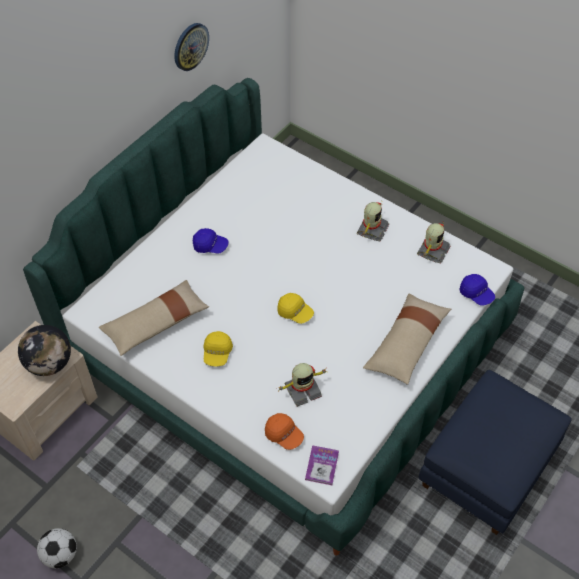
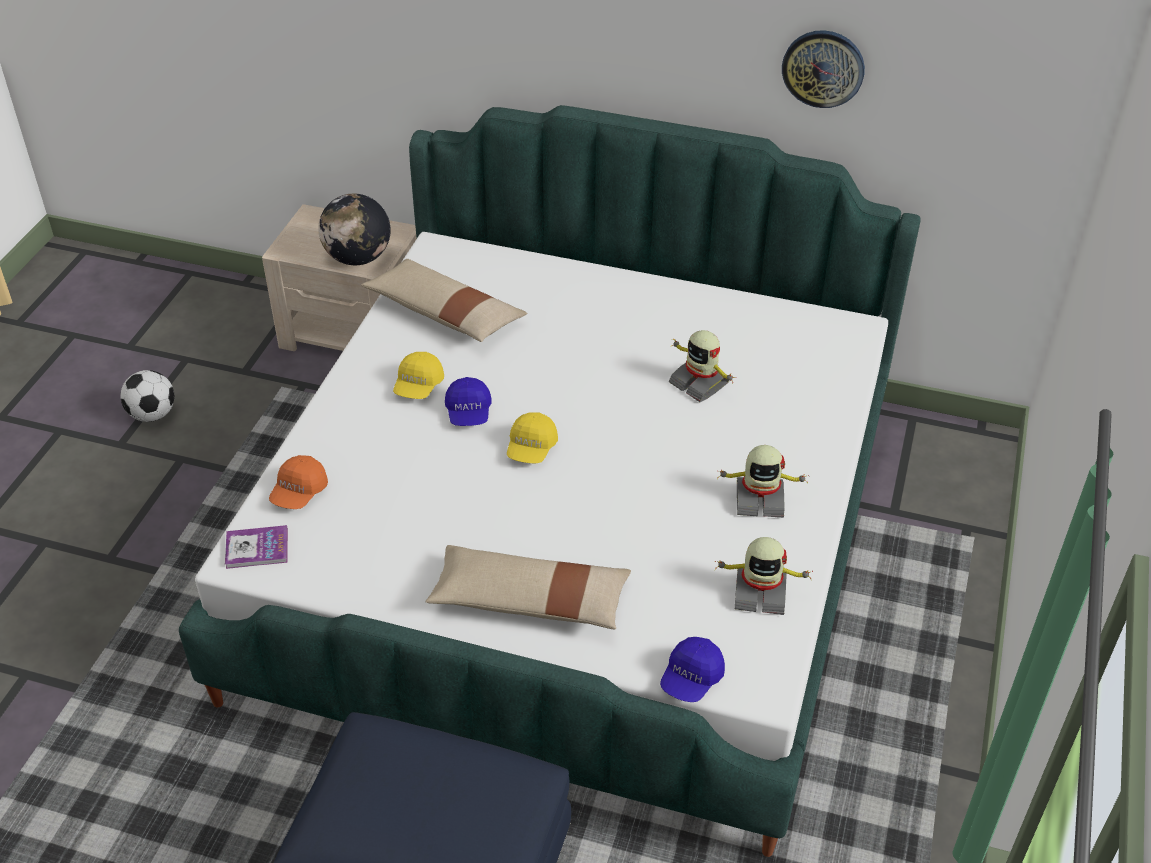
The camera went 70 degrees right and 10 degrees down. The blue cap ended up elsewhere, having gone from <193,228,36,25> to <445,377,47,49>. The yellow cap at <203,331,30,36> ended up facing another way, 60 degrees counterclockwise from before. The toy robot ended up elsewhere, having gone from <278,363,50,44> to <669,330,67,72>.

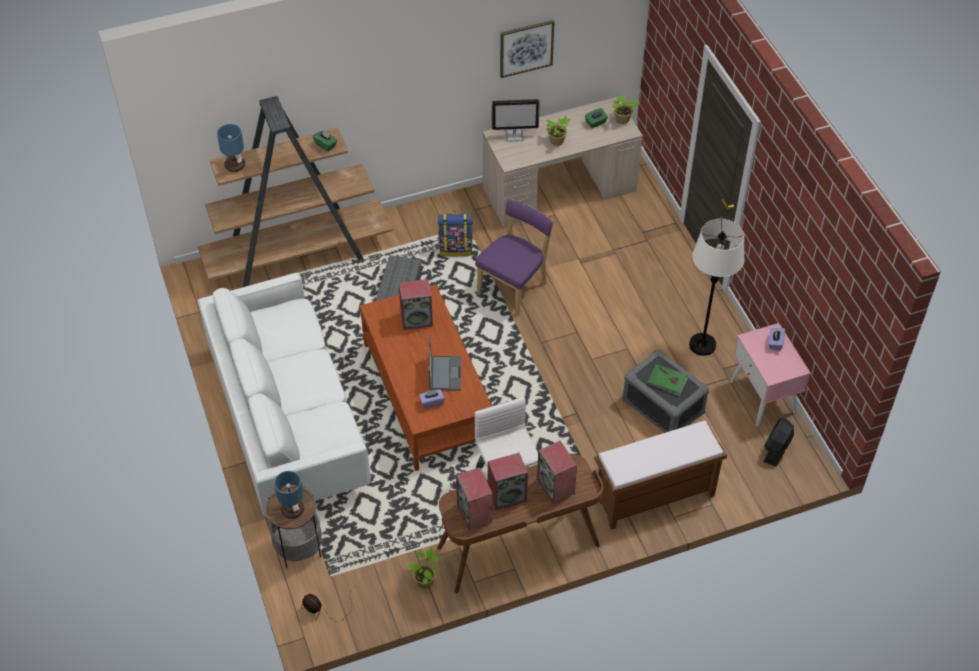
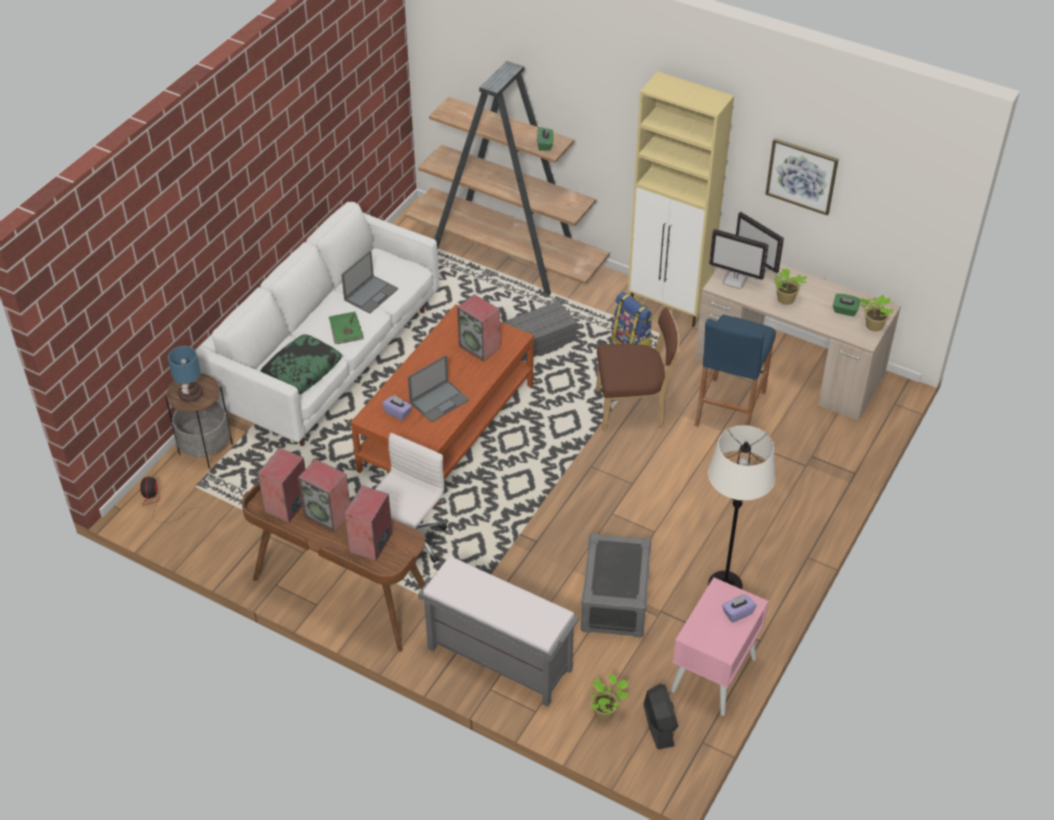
The camera went 50 degrees right and 5 degrees down. The second view lost the table lamp at <217,124,28,48>. The potted plant ended up elsewhere, having gone from <408,547,31,42> to <589,674,40,47>. What was the purple chair at <475,199,79,117> turned into the brown chair at <596,307,84,124>. What was the brown bench at <594,420,133,110> turned into the grey bench at <418,556,161,151>. The green book ended up elsewhere, having gone from <647,364,41,32> to <329,312,35,32>. The black fan at <763,418,31,49> ended up facing another way, 90 degrees clockwise from before. The second view gained the pillow at <260,334,82,60>. The second view gained the laptop at <341,250,57,63>. The second view gained the beige cabinet at <628,71,106,256>. The second view gained the blue stool at <695,315,81,112>. The second view gained the monitor at <709,229,60,60>.

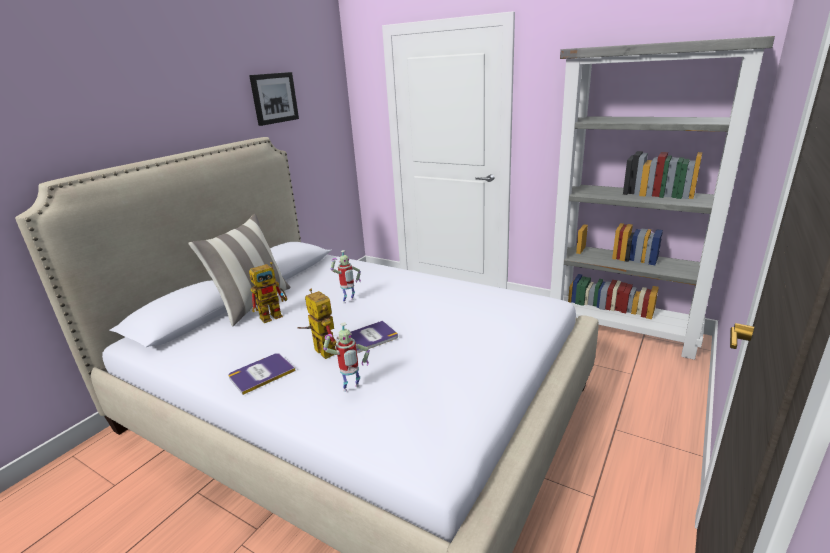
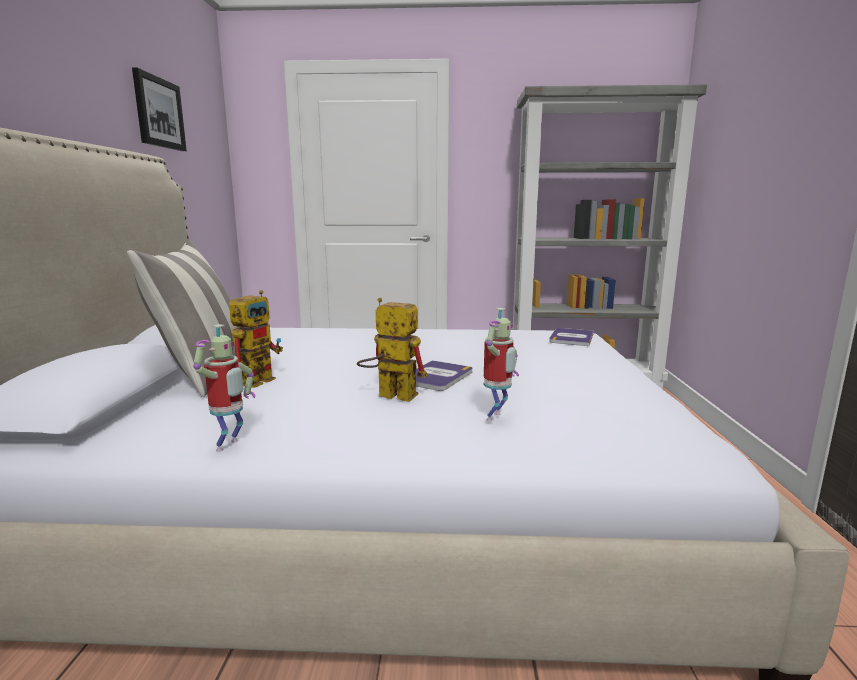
The camera went 30 degrees left and 10 degrees down. The book ended up elsewhere, having gone from <228,353,68,42> to <549,328,45,18>. The toy robot ended up elsewhere, having gone from <331,250,30,54> to <193,324,63,128>.

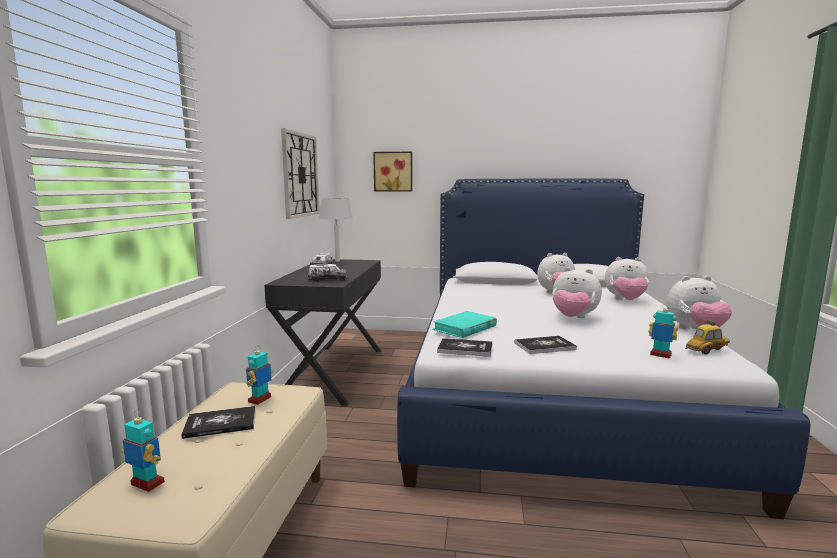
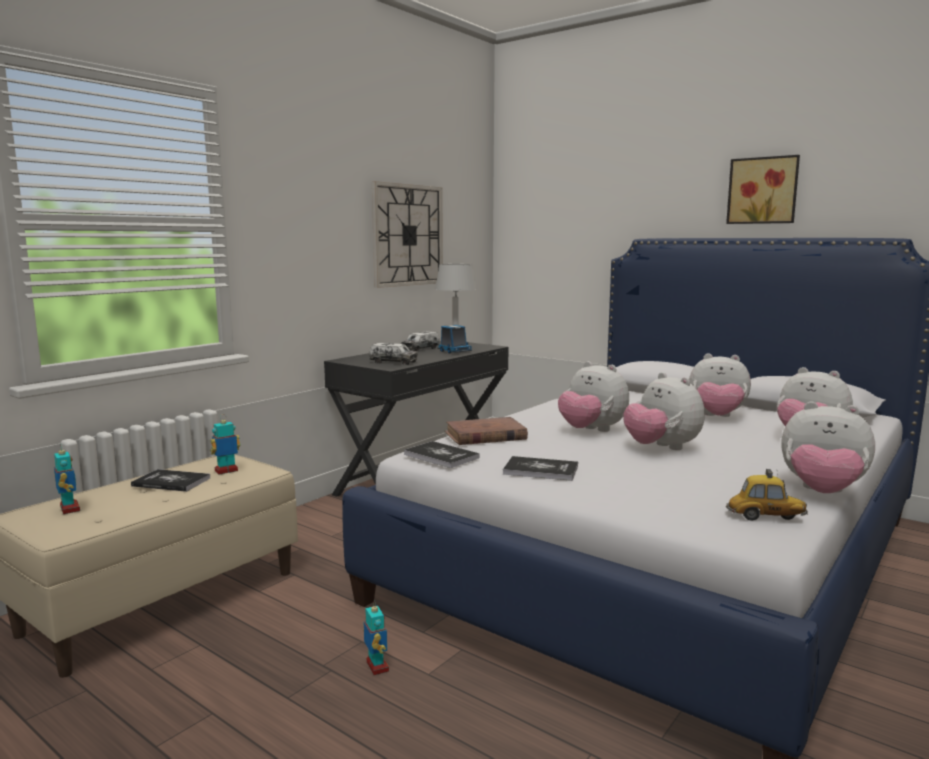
The camera went 30 degrees right and 0 degrees up. The picture ended up elsewhere, having gone from <373,152,39,39> to <726,155,74,69>. What was the turquoise book at <432,311,65,27> turned into the brown book at <445,417,83,28>. The toy robot ended up elsewhere, having gone from <649,304,29,55> to <363,600,26,75>. The second view gained the toy truck at <437,325,35,28>. The second view gained the plush toy at <558,361,71,71>.

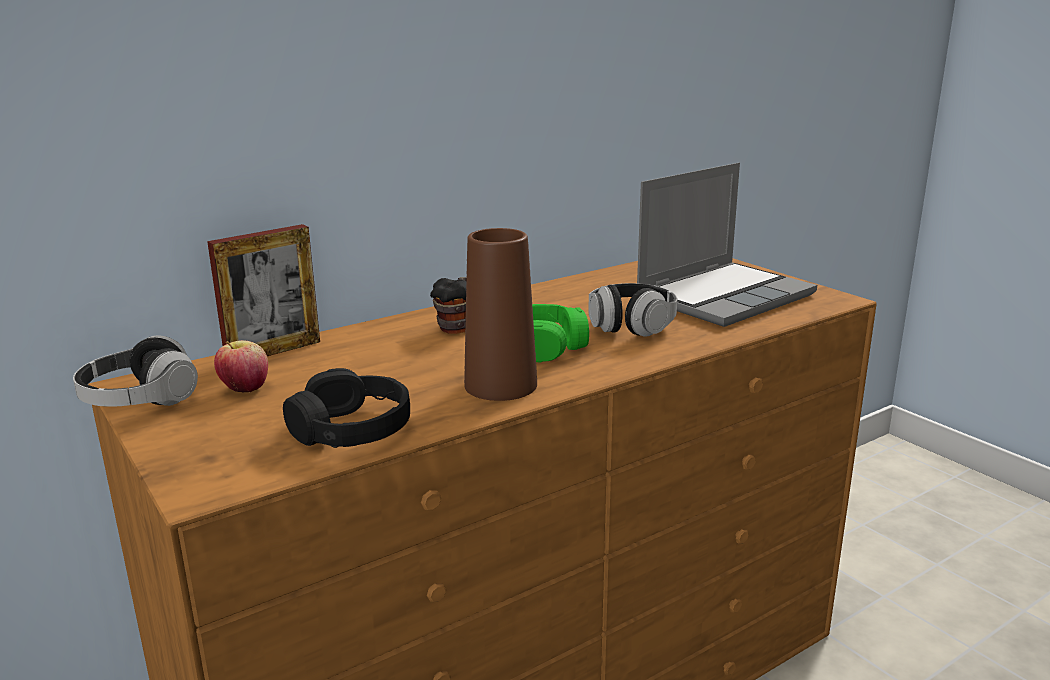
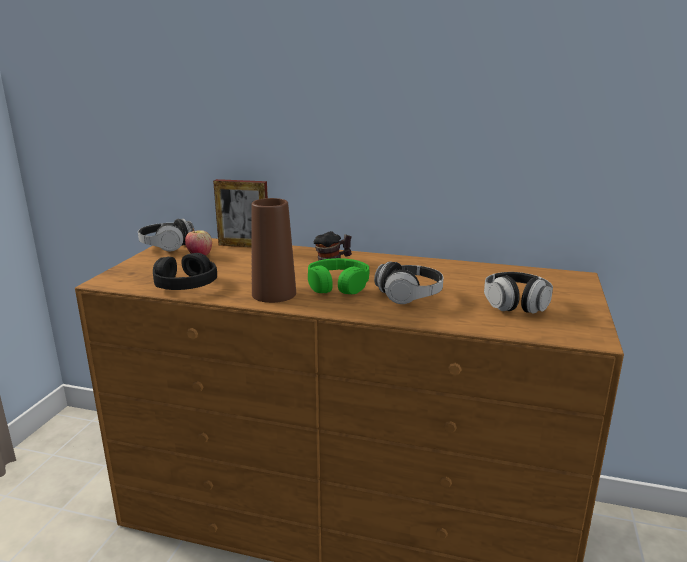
The camera went 50 degrees right and 0 degrees up. Where the laptop stood at <637,163,180,164>, the headphones came to stand at <484,272,69,42>.

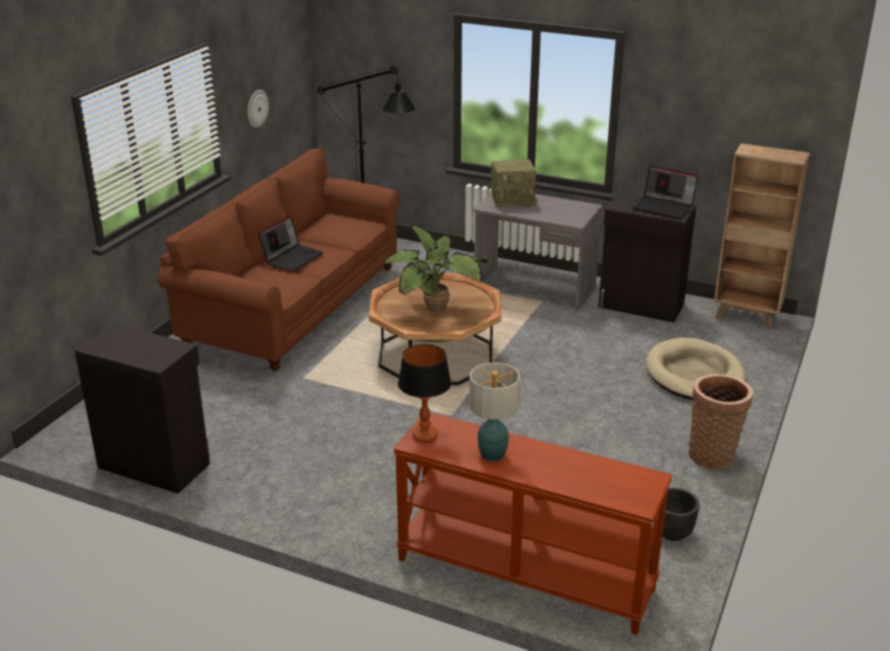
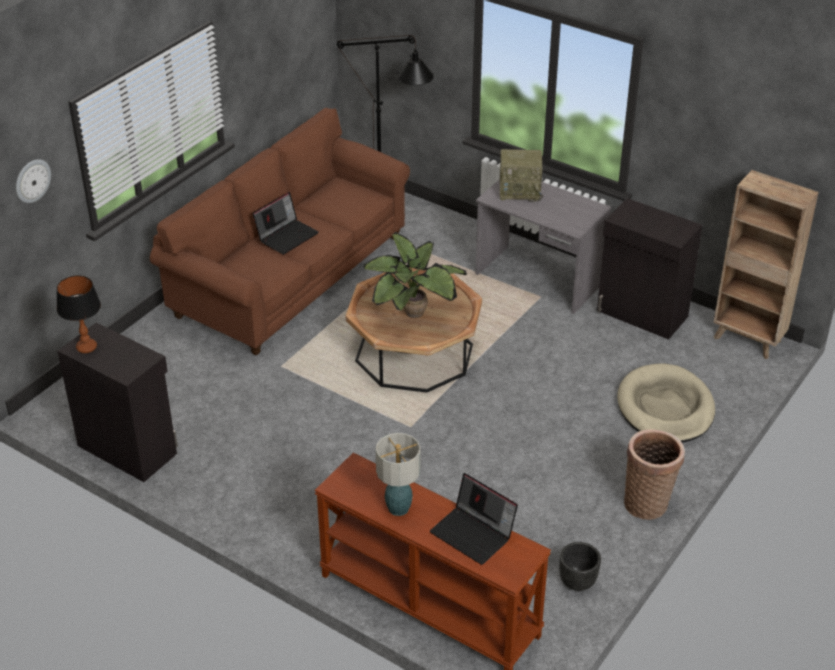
The camera went 10 degrees right and 10 degrees up. The wall clock ended up elsewhere, having gone from <248,90,21,38> to <16,159,35,44>. The table lamp ended up elsewhere, having gone from <398,344,53,99> to <57,275,44,78>. The laptop ended up elsewhere, having gone from <632,166,66,53> to <430,473,88,92>.

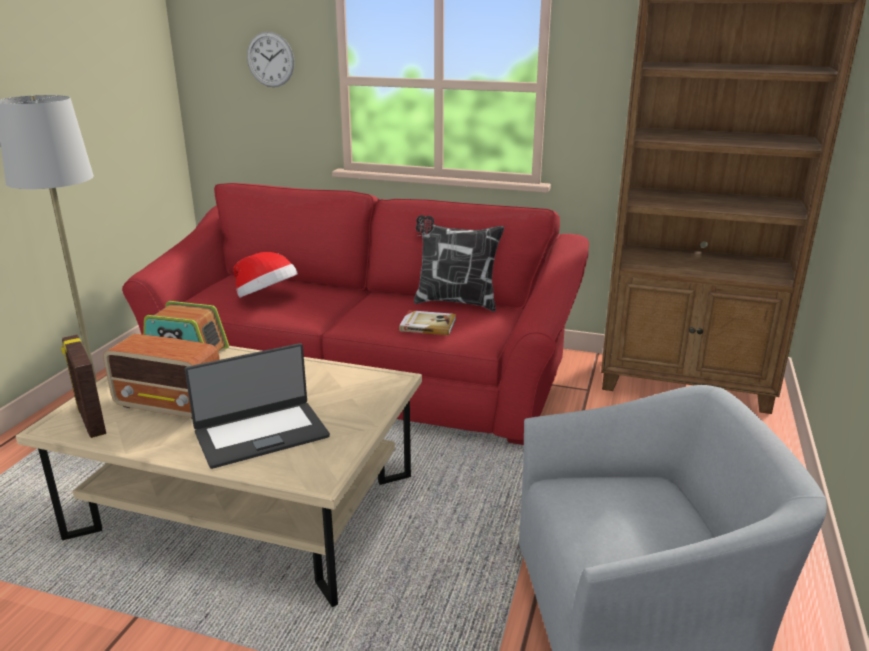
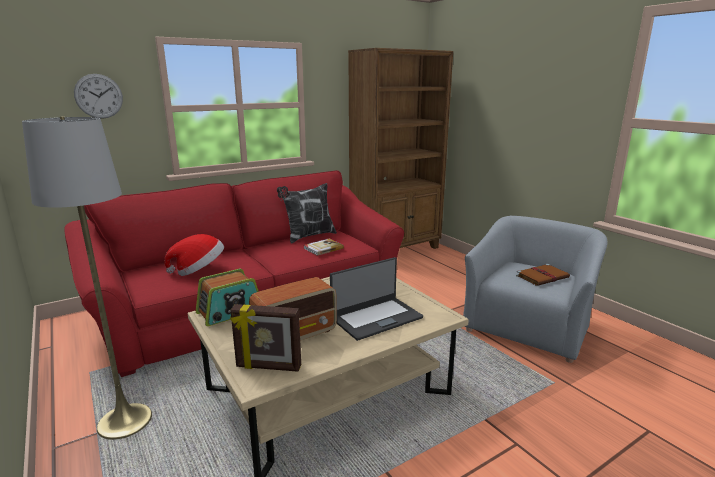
The camera went 50 degrees left and 5 degrees down. The laptop at <185,343,145,126> ended up facing another way, 45 degrees clockwise from before. The second view gained the brown book at <516,264,54,22>.

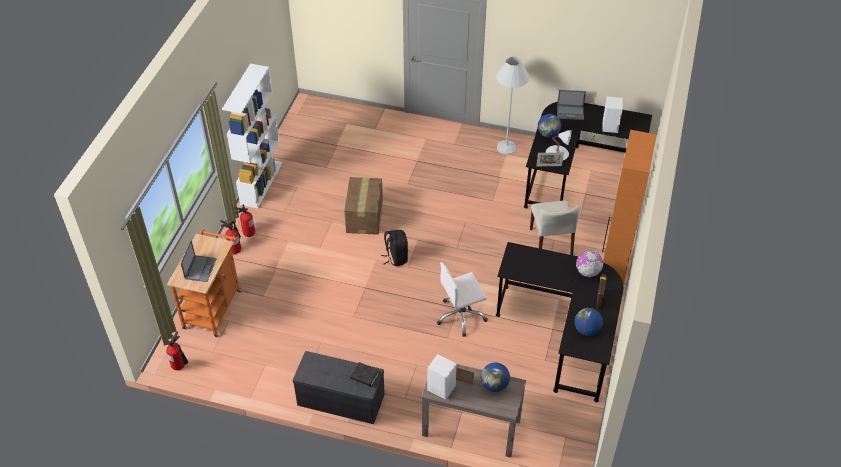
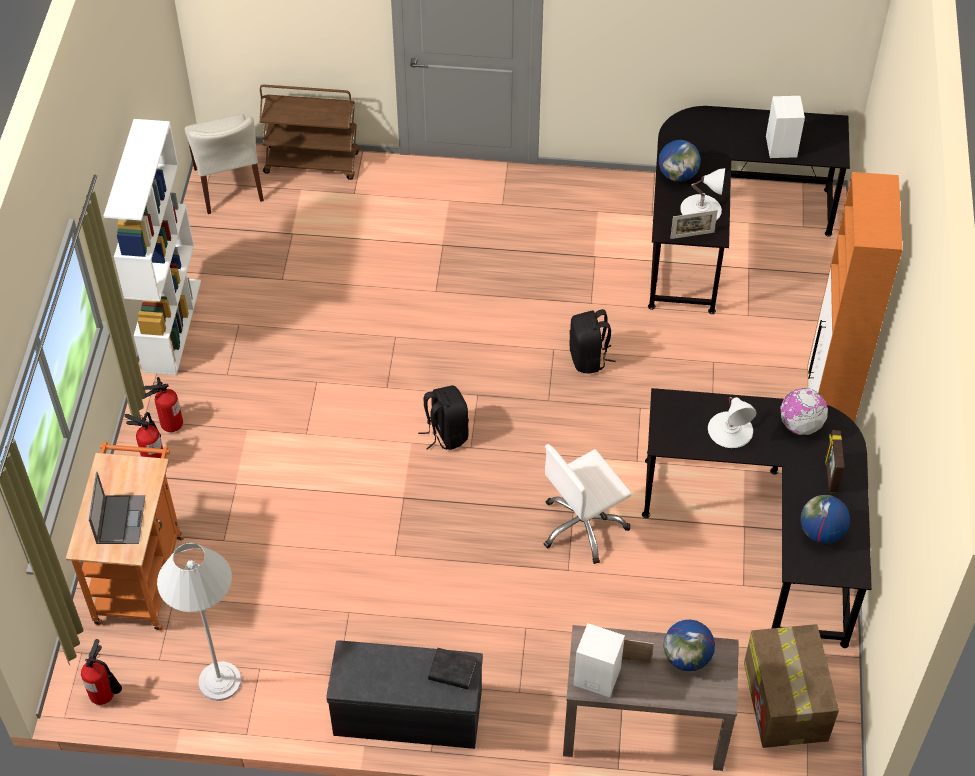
The camera went 10 degrees left and 5 degrees up. The cardboard box ended up elsewhere, having gone from <344,177,39,58> to <744,624,95,124>. The white floor lamp ended up elsewhere, having gone from <496,57,33,98> to <157,542,85,159>. The beige chair ended up elsewhere, having gone from <530,200,50,55> to <185,114,79,100>. The second view lost the laptop at <557,90,29,30>. The second view gained the brown cart at <259,85,101,95>. The second view gained the black backpack at <569,309,46,65>. The second view gained the white table lamp at <708,397,48,51>.

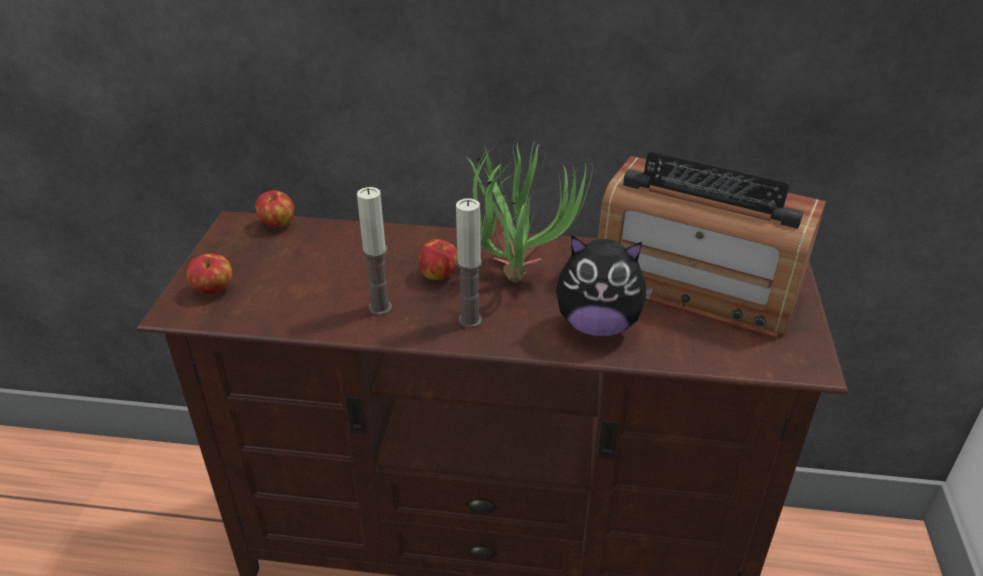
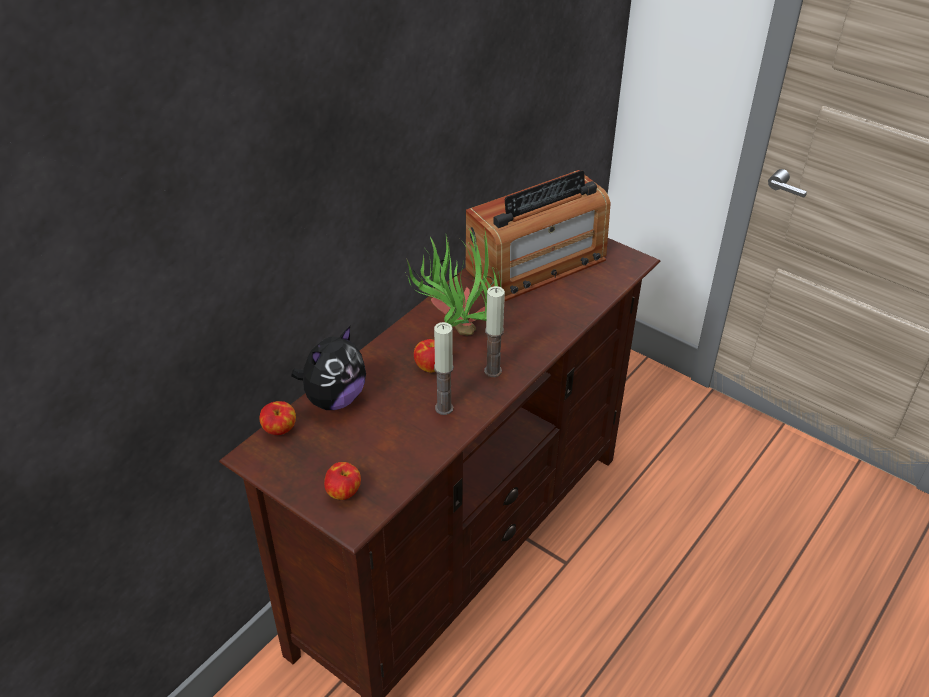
The camera went 60 degrees left and 5 degrees up. The plush toy ended up elsewhere, having gone from <556,235,98,101> to <291,326,75,84>.

